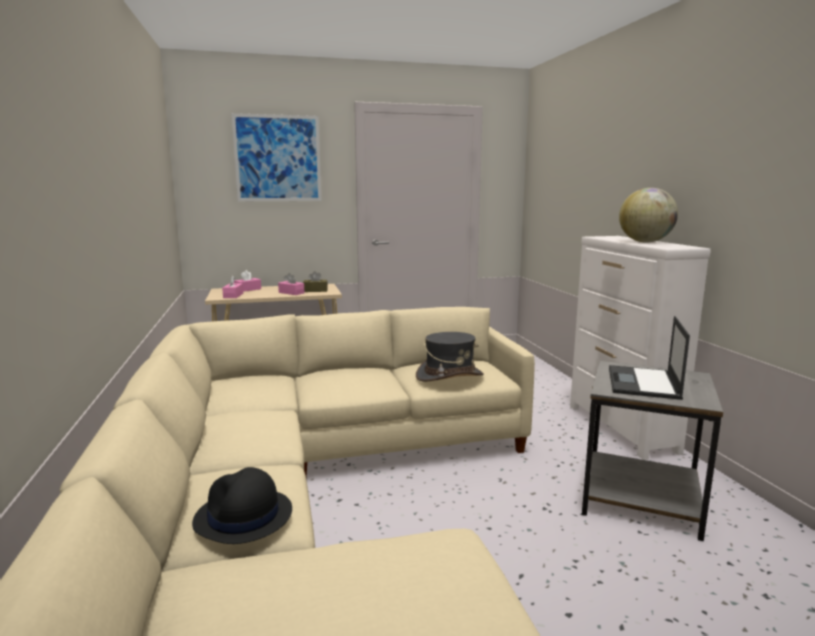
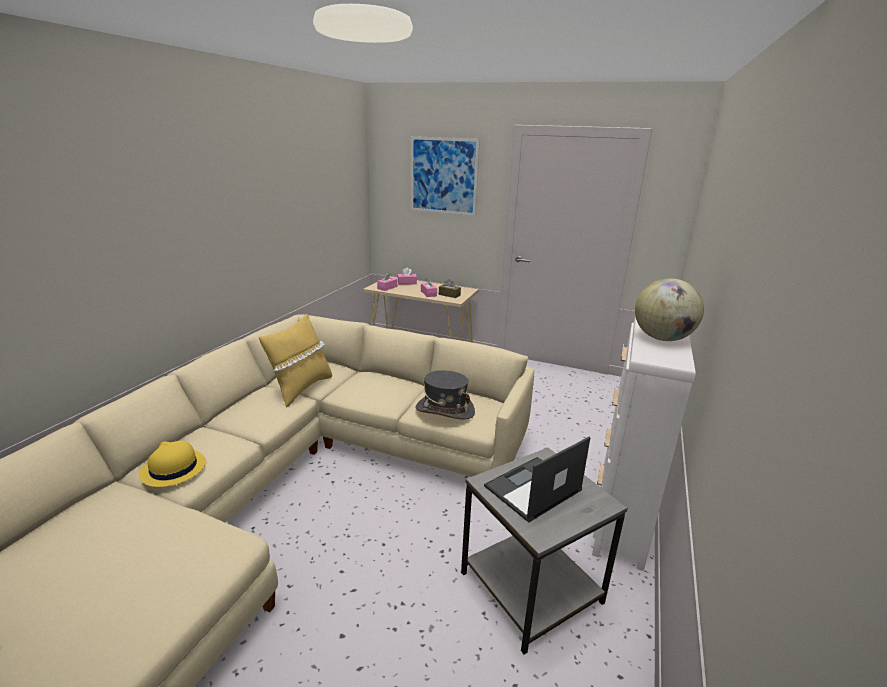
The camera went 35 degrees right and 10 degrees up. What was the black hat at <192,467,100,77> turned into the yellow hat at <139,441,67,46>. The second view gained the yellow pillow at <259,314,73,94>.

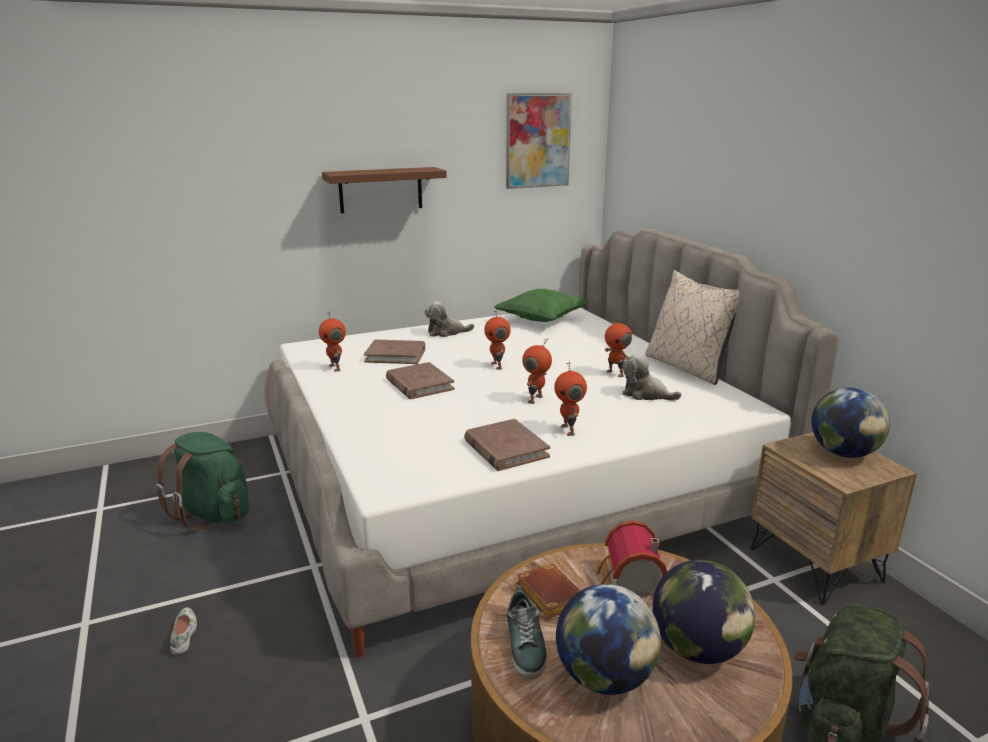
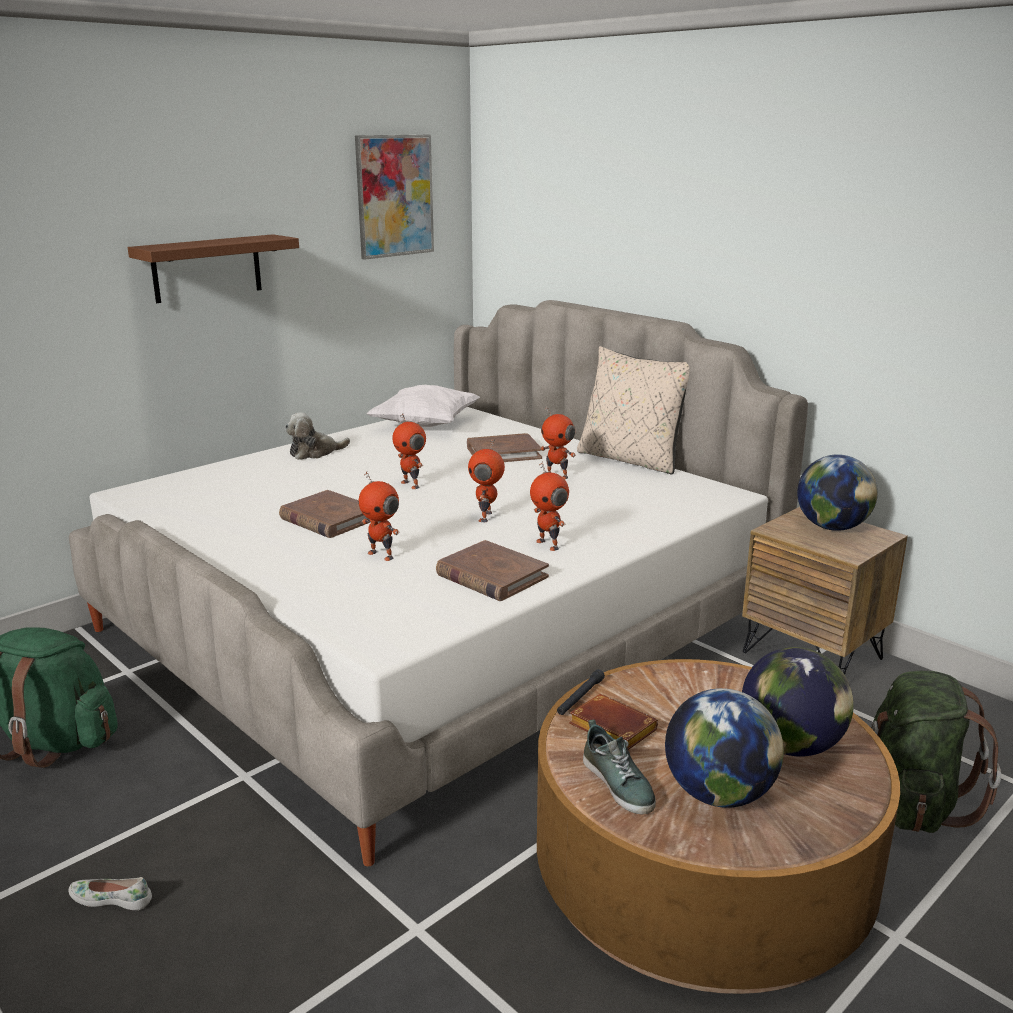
The camera went 20 degrees left and 0 degrees up. The white shoe at <170,608,27,46> ended up facing another way, 45 degrees counterclockwise from before. The toy robot ended up elsewhere, having gone from <319,311,27,61> to <359,471,41,90>. The brown book ended up elsewhere, having gone from <364,340,61,24> to <467,433,75,29>. What was the green pillow at <494,289,95,33> turned into the white pillow at <366,385,114,42>. The second view lost the toy house at <596,520,71,76>. The second view lost the plush toy at <622,354,60,46>. The second view gained the black flashlight at <557,669,48,46>.

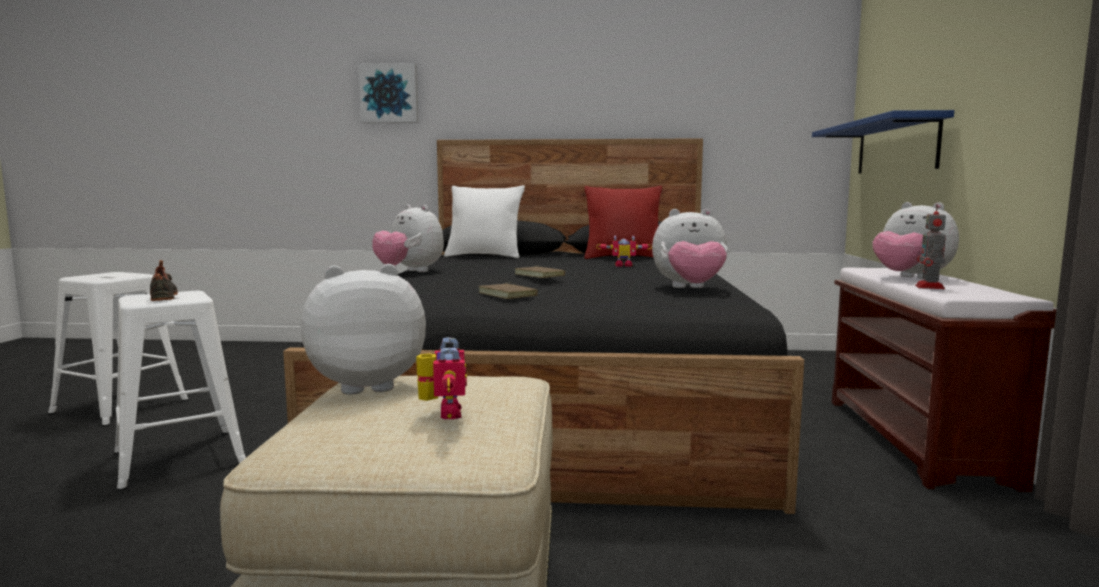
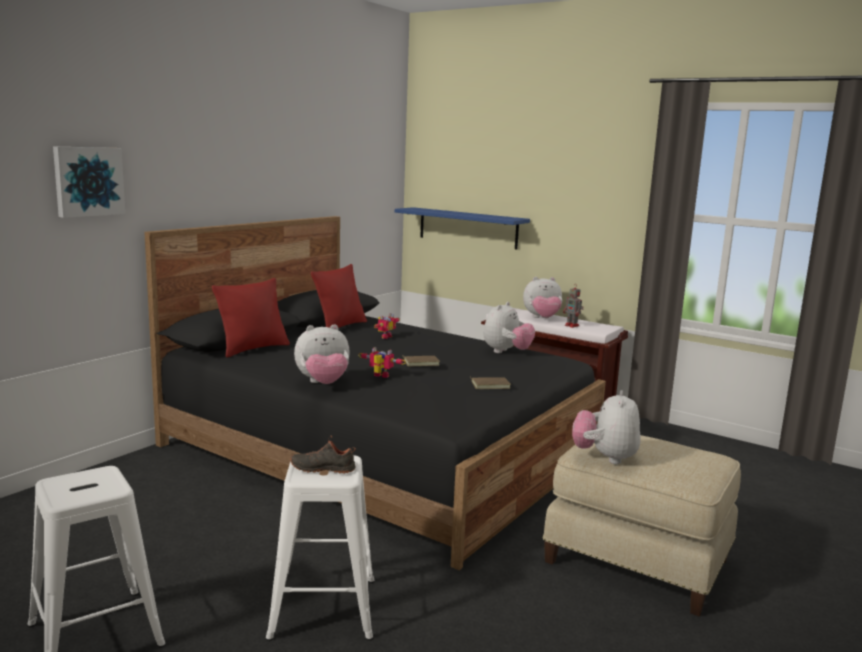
The camera went 60 degrees left and 5 degrees up. The toy robot ended up elsewhere, having gone from <416,337,51,82> to <359,347,47,31>. What was the white pillow at <444,185,81,73> turned into the red pillow at <212,278,78,80>.

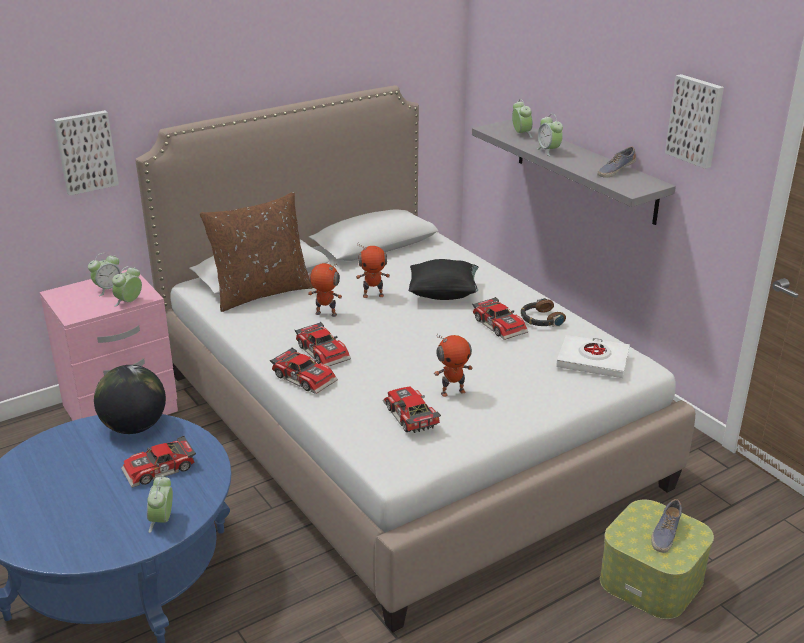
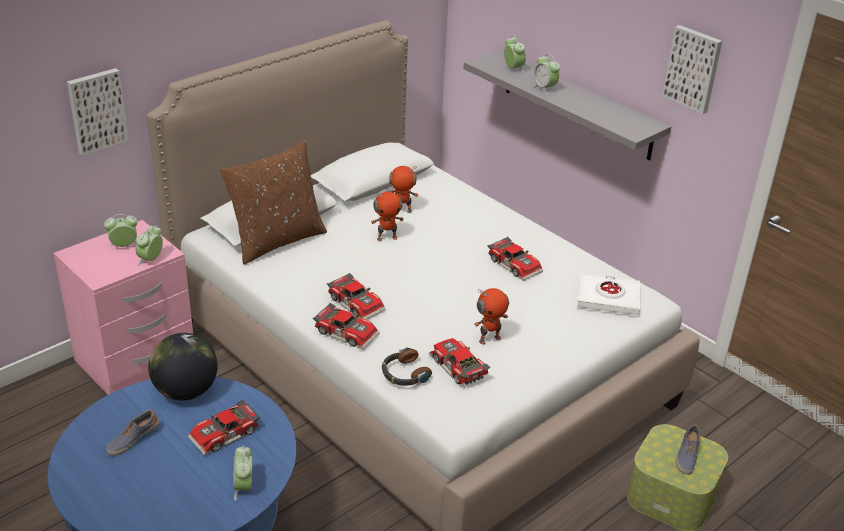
The camera went 10 degrees left and 5 degrees up. The alarm clock at <88,253,33,43> ended up facing another way, 150 degrees counterclockwise from before. The toy robot ended up elsewhere, having gone from <308,263,34,54> to <387,166,31,47>. The second view lost the black pillow at <409,259,69,41>. The headphones ended up elsewhere, having gone from <521,298,45,29> to <382,347,50,39>. The shoe ended up elsewhere, having gone from <597,147,39,31> to <106,410,53,46>.

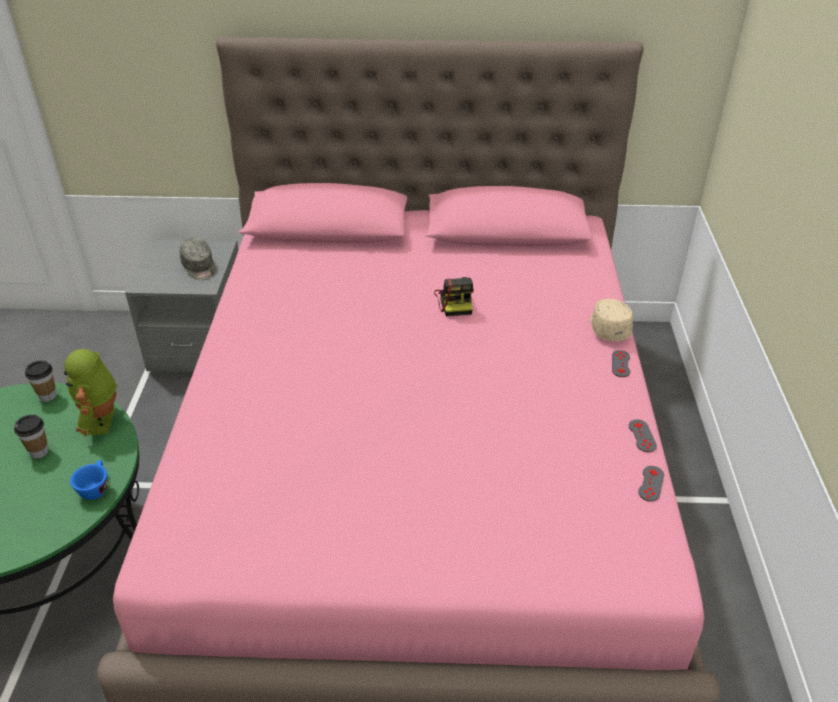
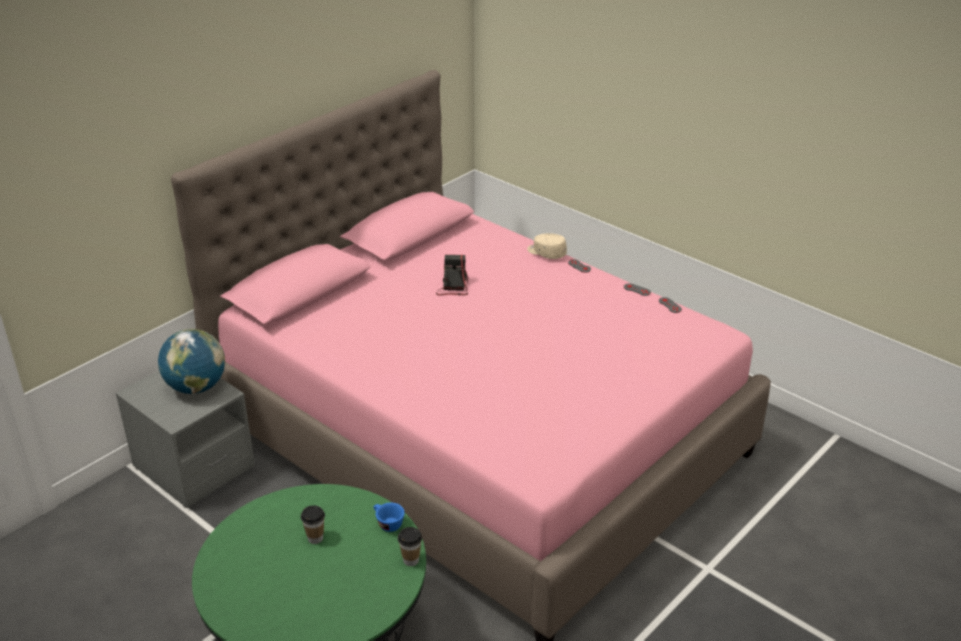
The camera went 50 degrees left and 5 degrees down. The cup ended up elsewhere, having gone from <25,360,32,42> to <398,527,24,39>. The second view lost the toy robot at <64,349,53,87>. Where the grey cap stood at <180,238,35,42>, the globe came to stand at <158,329,67,65>. The photo camera at <434,277,40,39> ended up facing another way, 120 degrees counterclockwise from before.

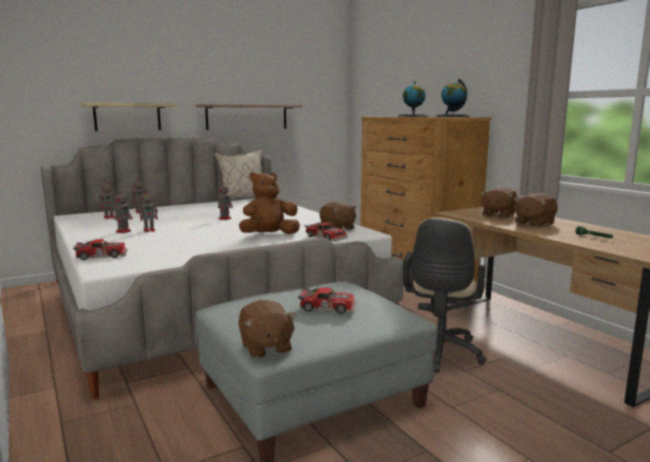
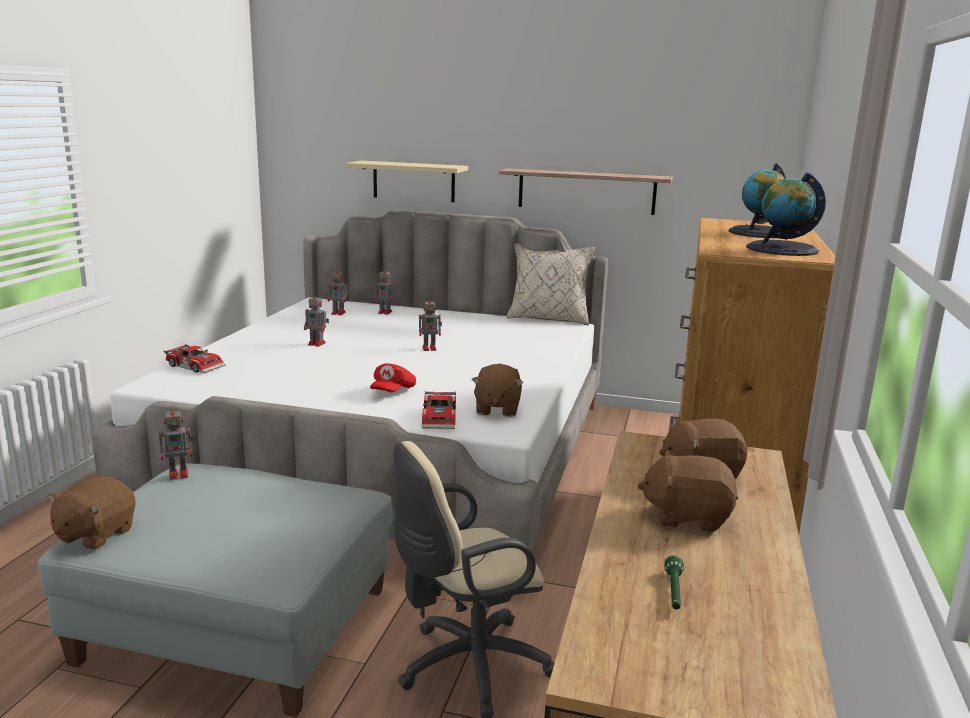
The camera went 45 degrees right and 5 degrees up. The toy robot ended up elsewhere, having gone from <114,191,18,42> to <159,405,35,75>. Where the brown plush toy stood at <239,172,61,62>, the red cap came to stand at <370,363,46,29>. The second view lost the toy car at <298,287,59,27>.

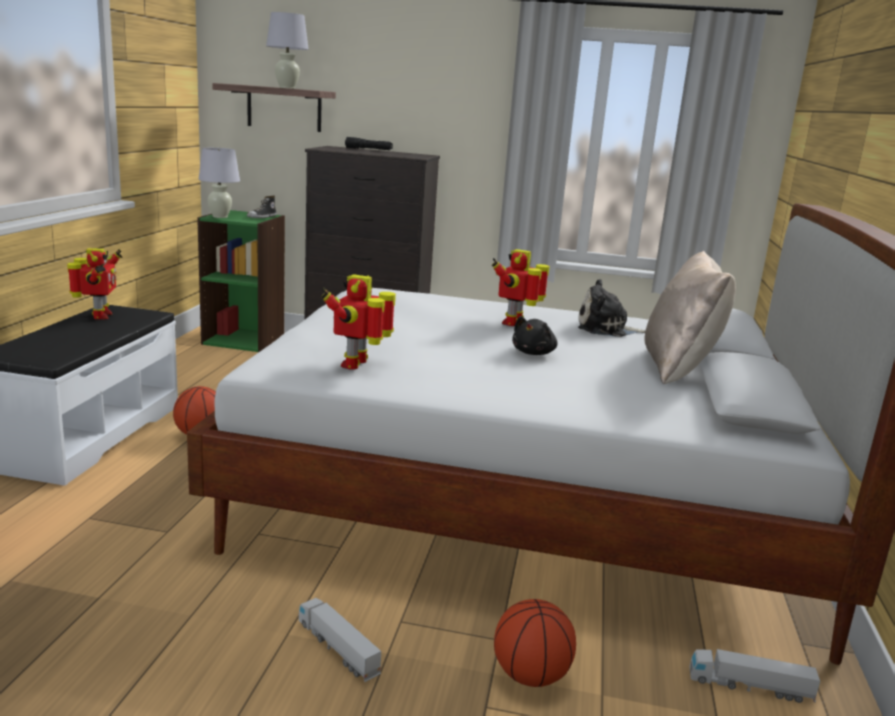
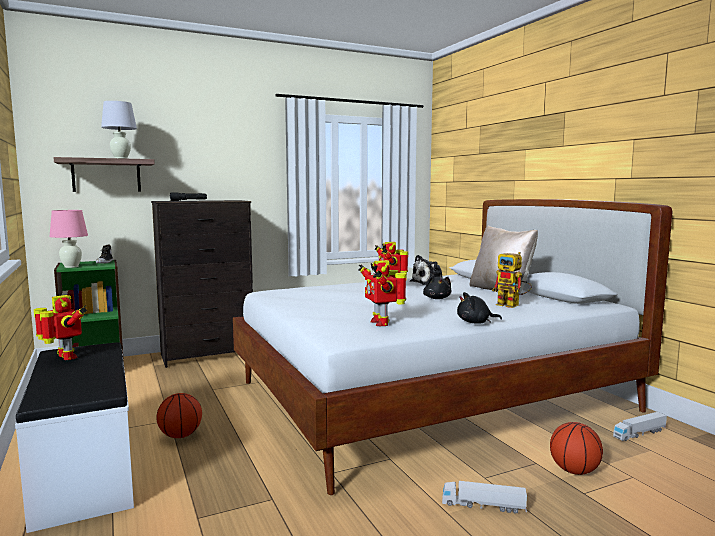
The camera went 35 degrees left and 10 degrees down. What was the white table lamp at <199,148,41,70> turned into the pink table lamp at <49,210,39,58>. The second view gained the black plush toy at <457,292,45,32>. The second view gained the toy robot at <492,252,40,56>.

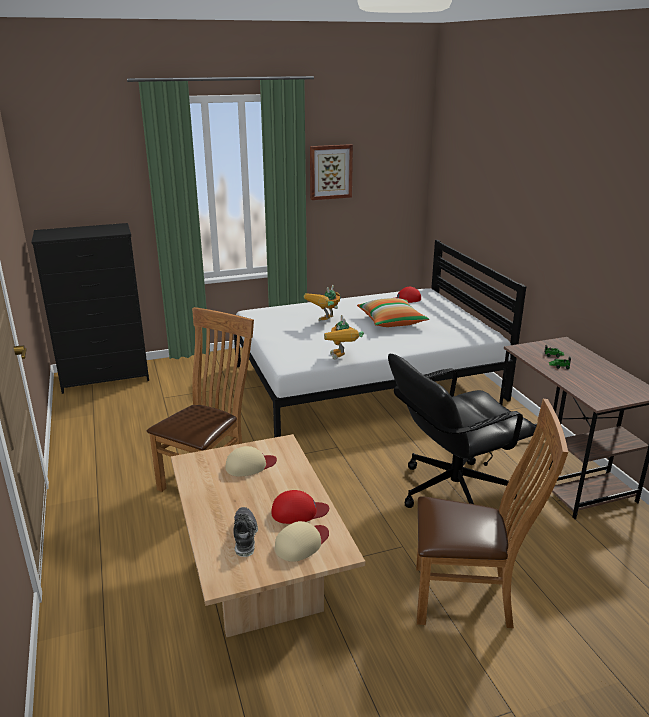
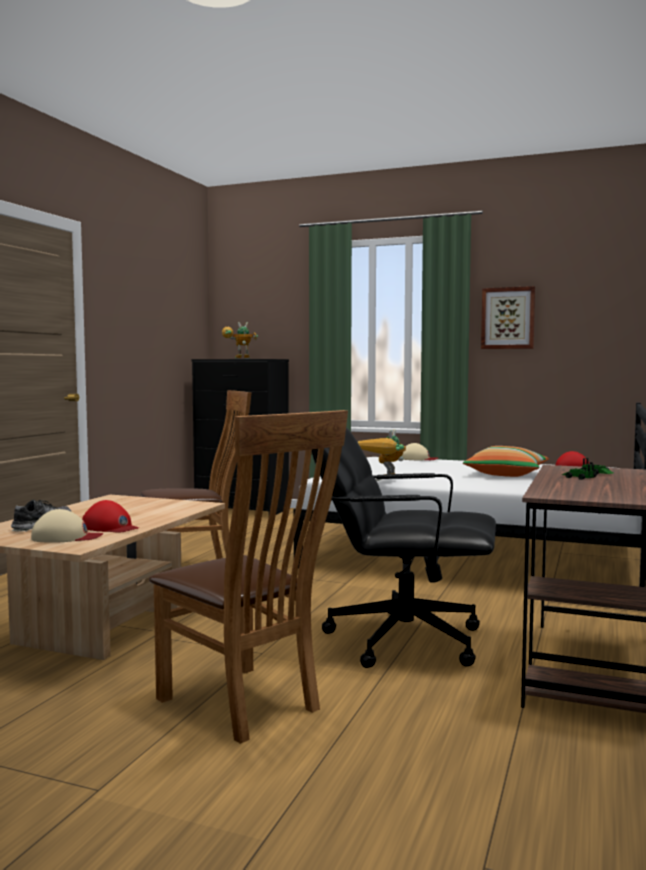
The camera went 40 degrees right and 20 degrees down. The beige cap ended up elsewhere, having gone from <226,446,51,31> to <402,443,36,17>. The toy robot ended up elsewhere, having gone from <304,285,37,36> to <222,322,36,37>.

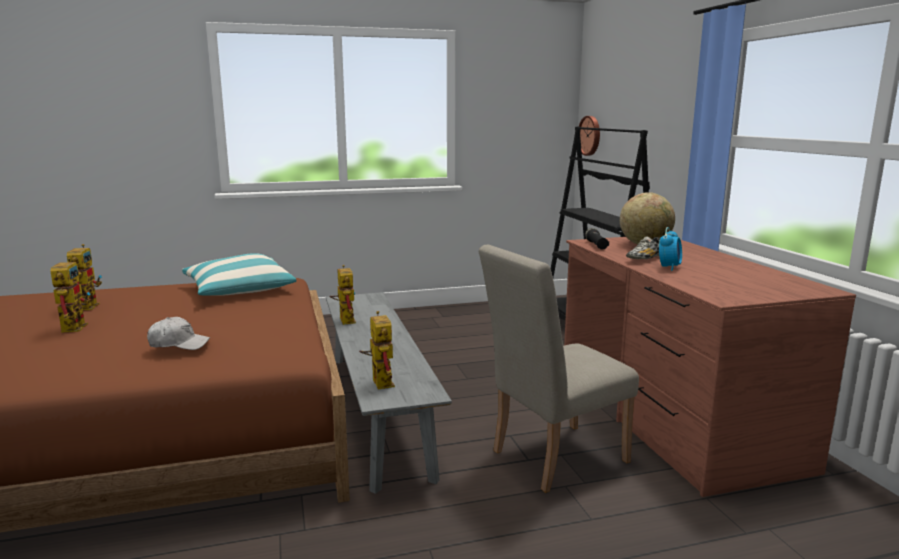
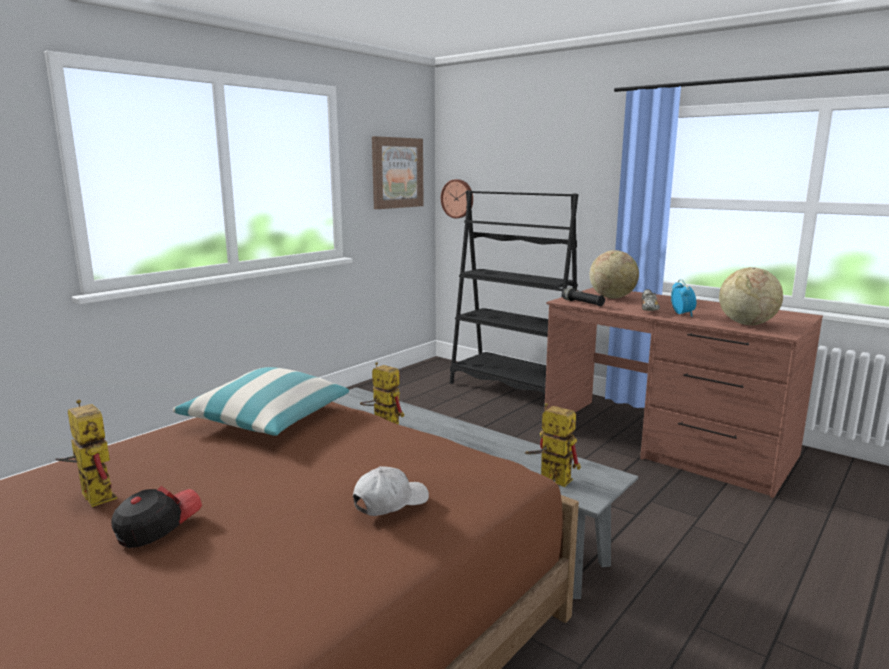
The camera went 35 degrees left and 0 degrees up. Where the toy robot stood at <51,258,39,75>, the cap came to stand at <111,486,91,62>. The second view lost the beige chair at <478,245,161,248>. The second view gained the picture at <372,136,52,73>. The second view gained the globe at <719,267,64,58>.

